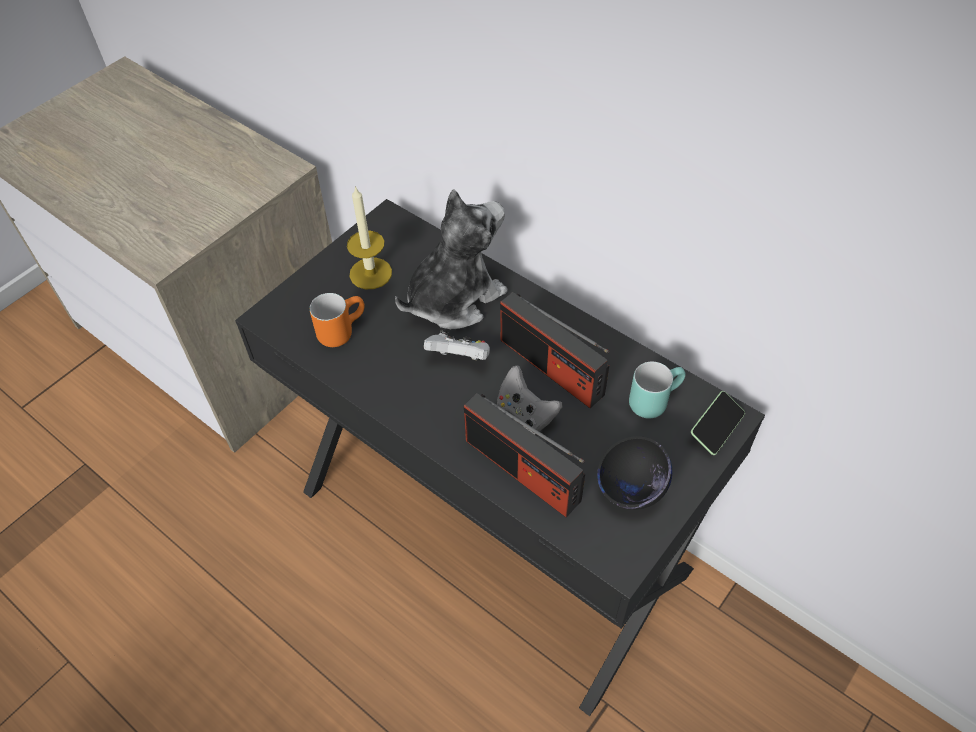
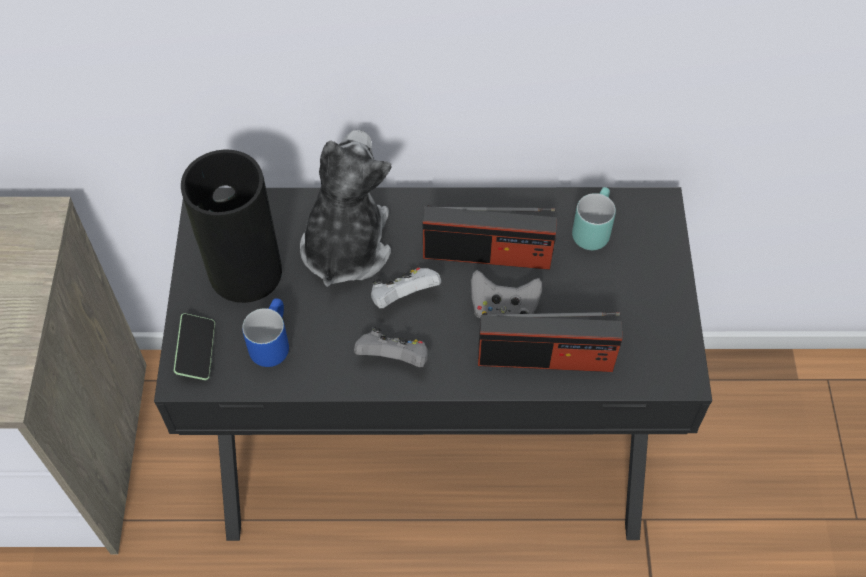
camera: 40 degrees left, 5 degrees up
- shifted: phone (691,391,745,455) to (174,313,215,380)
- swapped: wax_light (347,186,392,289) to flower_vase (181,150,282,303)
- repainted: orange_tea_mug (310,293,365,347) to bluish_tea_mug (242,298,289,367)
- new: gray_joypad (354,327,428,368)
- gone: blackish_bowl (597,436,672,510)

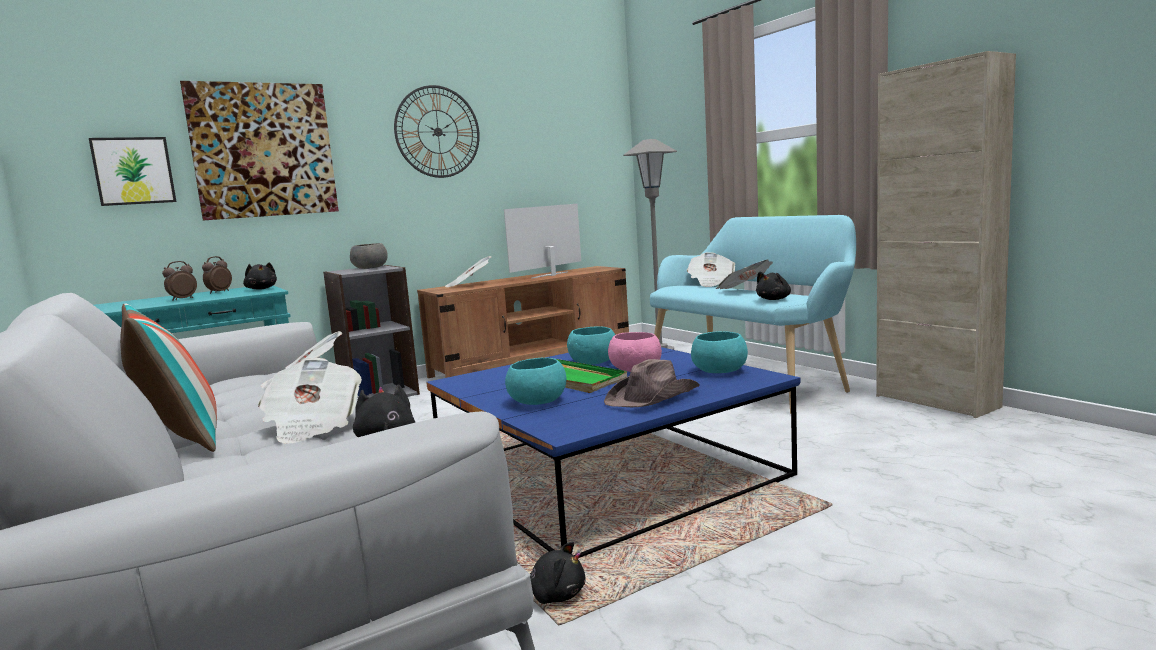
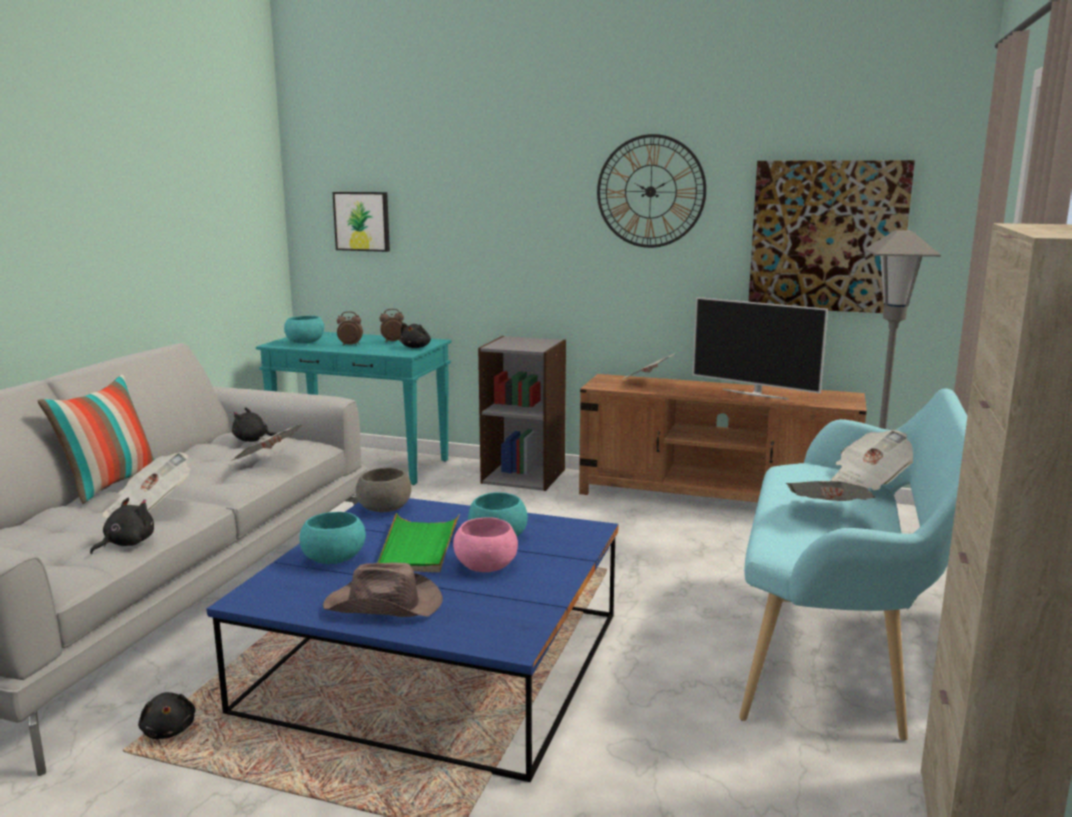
camera: 50 degrees right, 5 degrees up
- shifted: blackish_plush_toy (756,271,791,300) to (232,407,277,442)
- shifted: turquoise-coloured_bowl (691,331,748,373) to (284,316,324,343)
- shifted: gray_bowl (350,243,388,269) to (356,468,411,512)
- rotated: TV (504,204,581,279) = (692,297,828,400) 150 degrees counterclockwise
- shifted: picture (180,81,339,220) to (748,160,915,313)

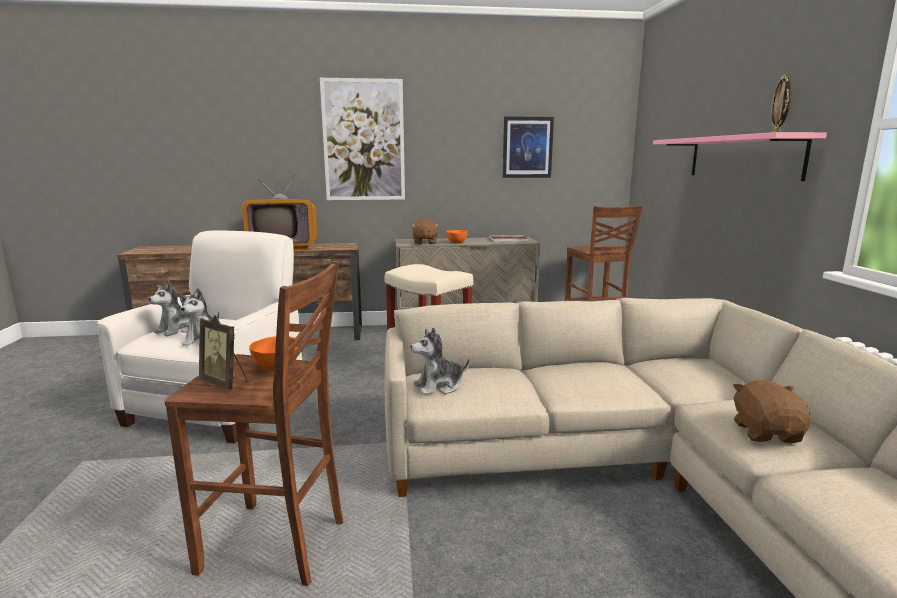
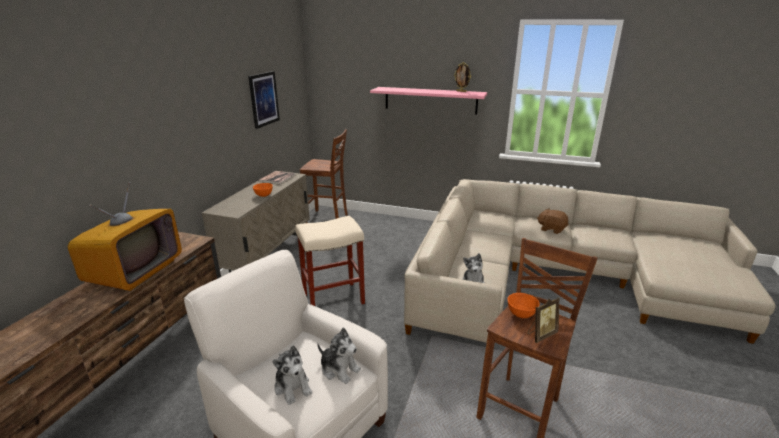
camera: 65 degrees left, 10 degrees up
- gone: picture (320,78,405,200)
- gone: brownish_plush_toy (411,219,439,245)

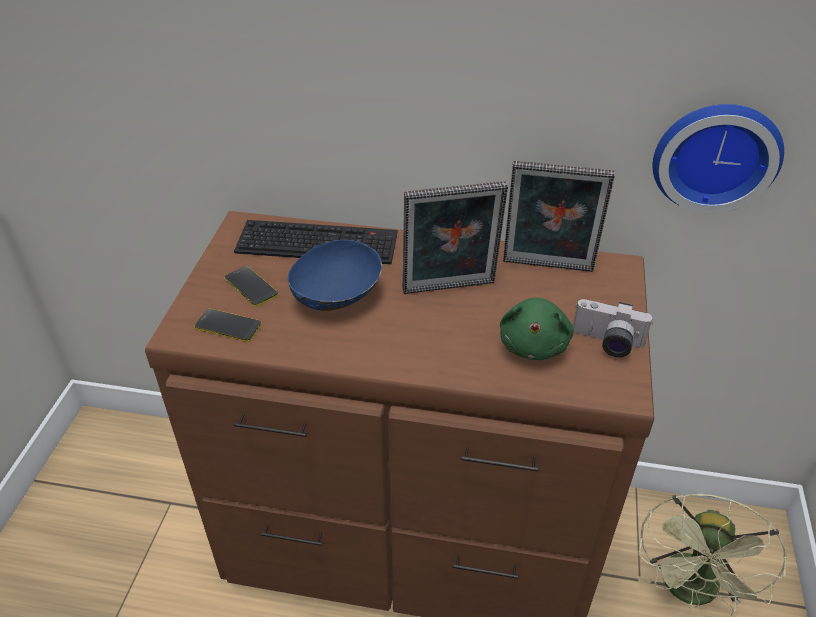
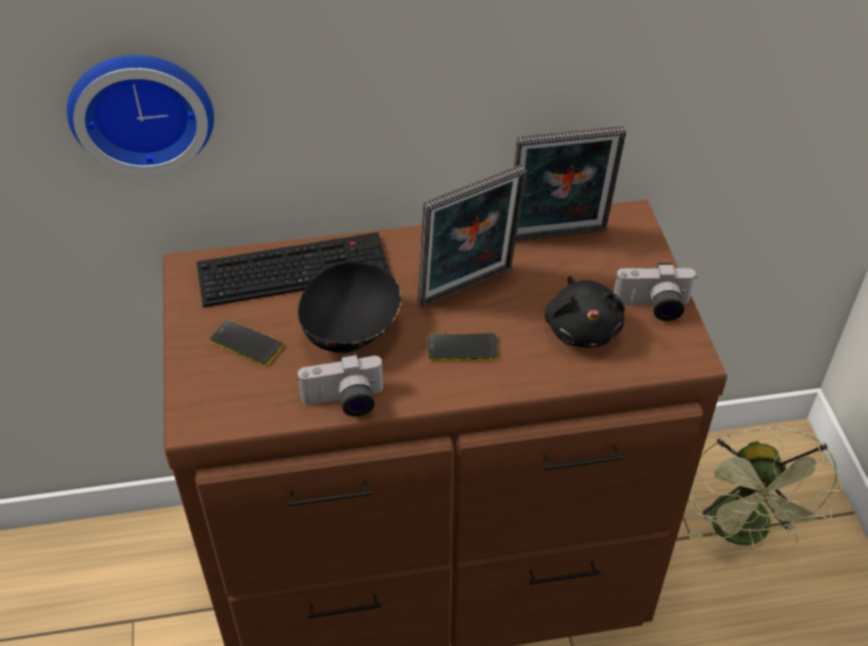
camera: 20 degrees left, 5 degrees up
- shifted: hanging_clock (653,104,784,213) to (67,55,214,175)
- new: still_camera (297,353,384,417)
- repainted: bluish_bowl (287,240,382,311) to blackish_bowl (298,261,401,353)
- shifted: phone (195,309,262,342) to (428,333,498,361)
- repainted: green_plush_toy (500,298,574,360) to blackish_plush_toy (545,276,625,348)

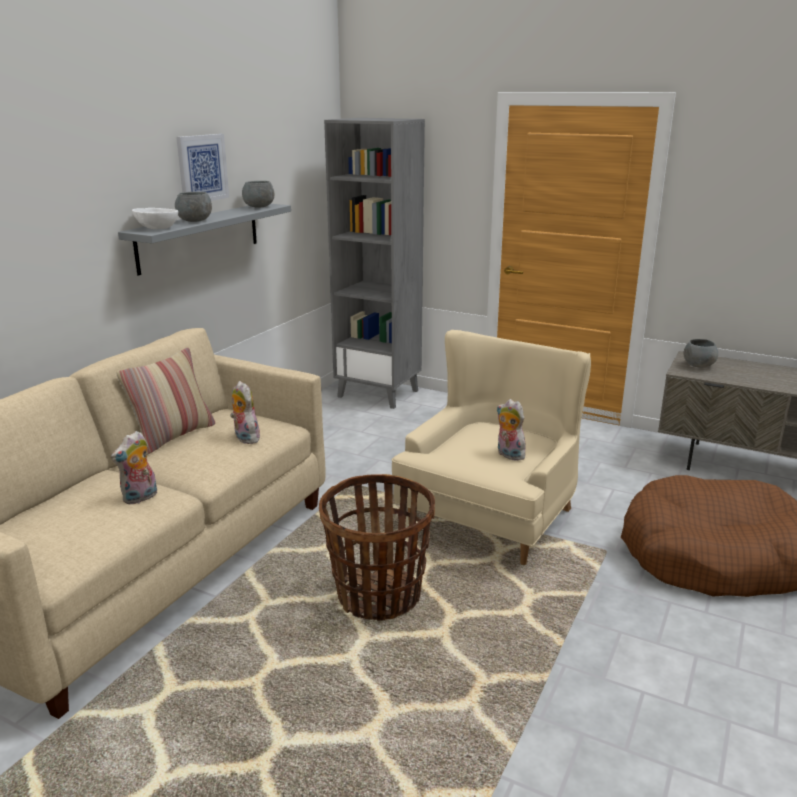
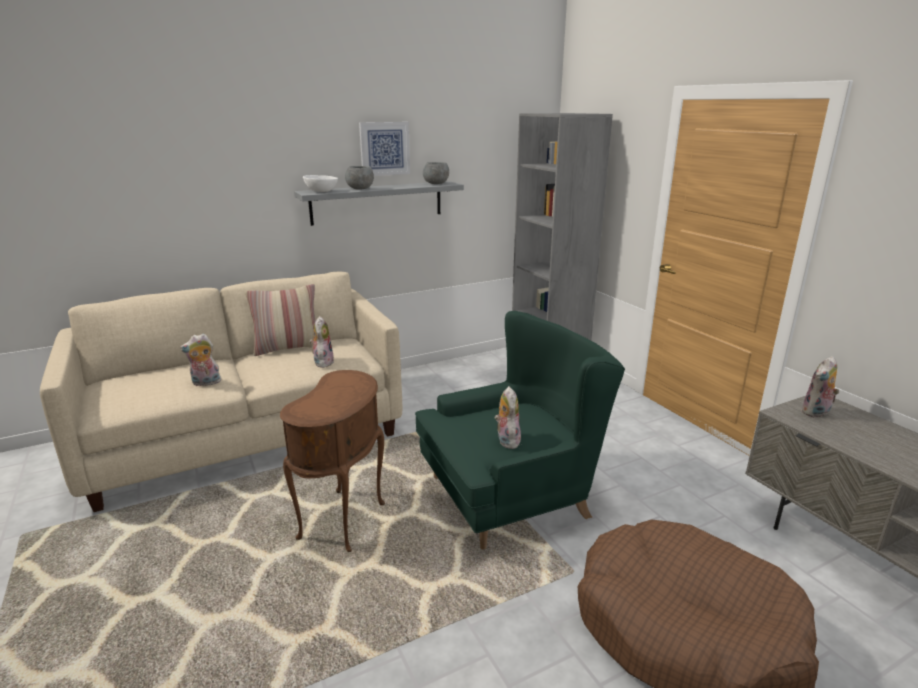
camera: 35 degrees right, 0 degrees up
- swapped: household_basket (319,474,435,621) to brownish_side_table (280,370,385,552)
- repainted: sand-coloured_armchair (391,330,591,565) to green_armchair (415,311,625,549)
- swapped: gray_bowl (683,339,718,368) to plush_toy (801,356,839,418)

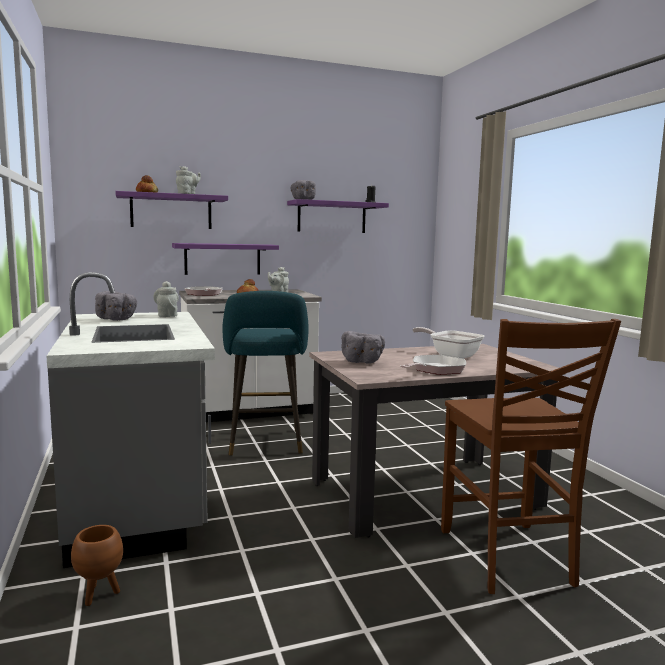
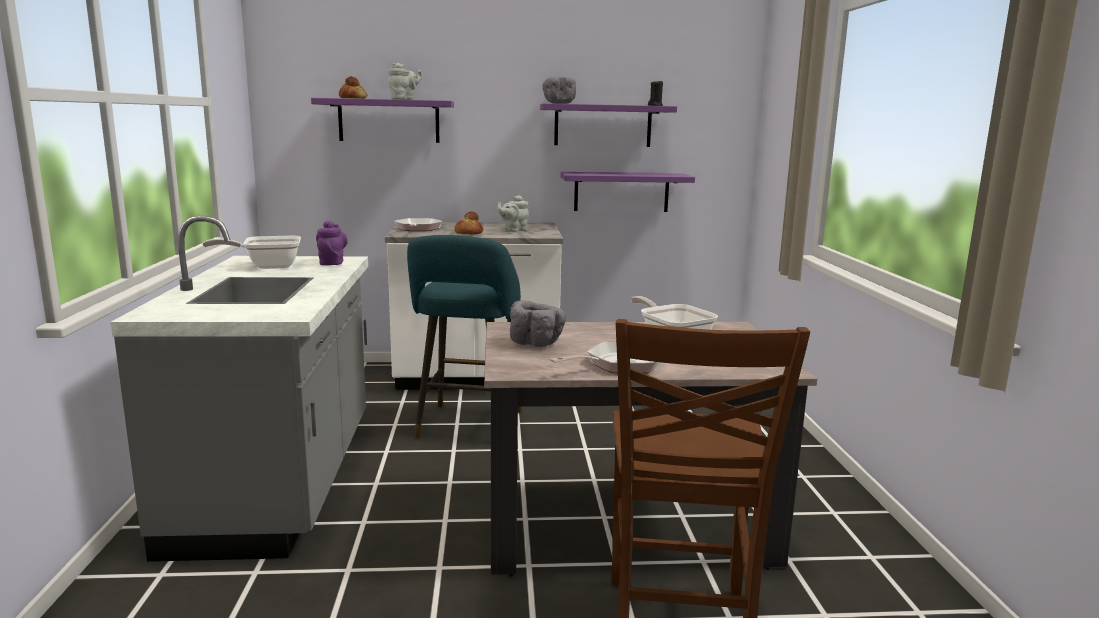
camera: 15 degrees right, 5 degrees up
- swapped: gray_bowl (95,291,137,321) to frying_pan (203,236,301,269)
- repainted: gray_pot_for_tea (154,281,179,317) to purple-coloured_pot_for_tea (316,220,348,265)
- shifted: purple-coloured_wall_shelf (172,243,279,275) to (561,172,695,212)
- gone: brownish_plant_pot (71,525,123,606)

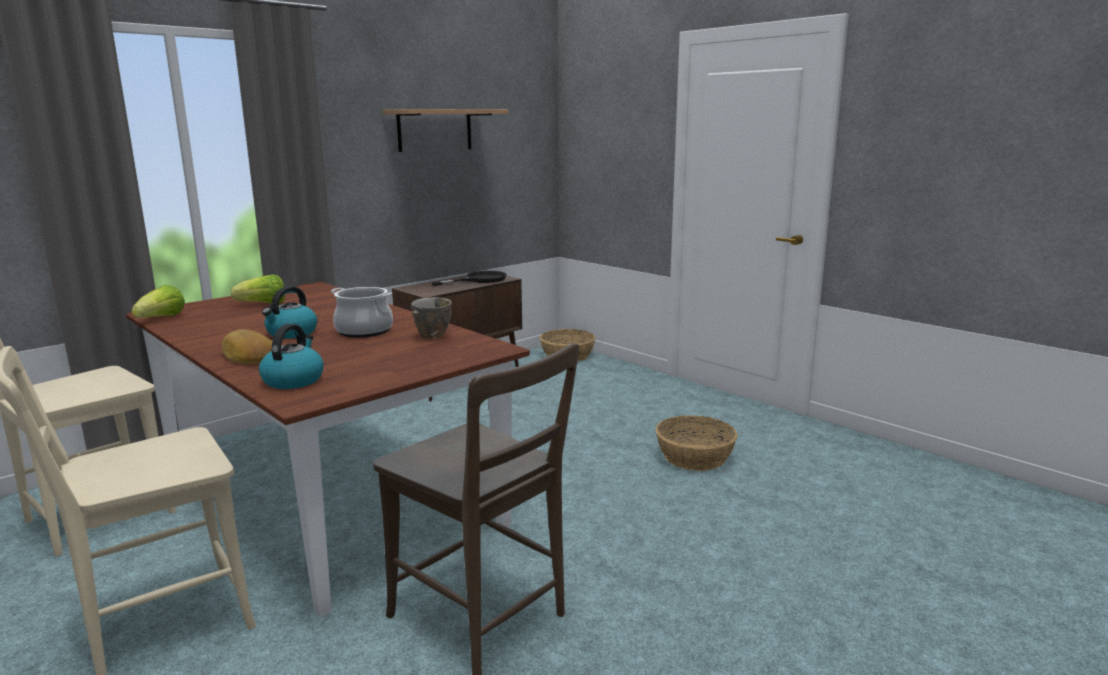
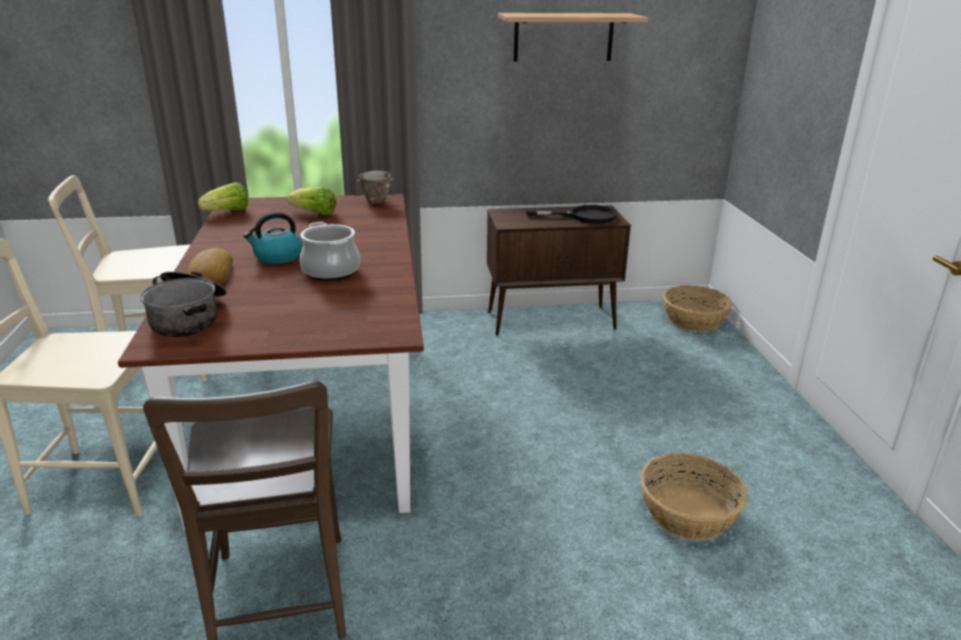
camera: 35 degrees right, 10 degrees up
- swapped: water_kettle (259,324,324,389) to saucepot (140,272,227,337)
- shifted: bowl (411,297,452,339) to (357,171,393,203)

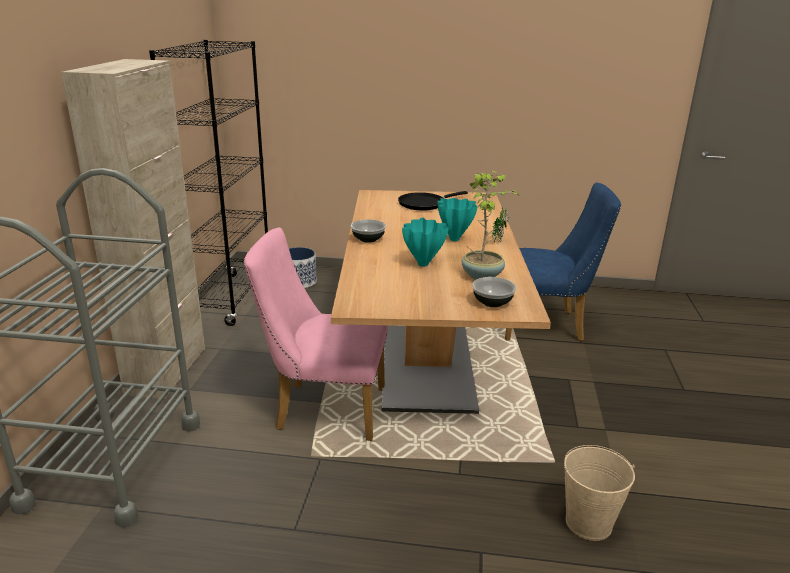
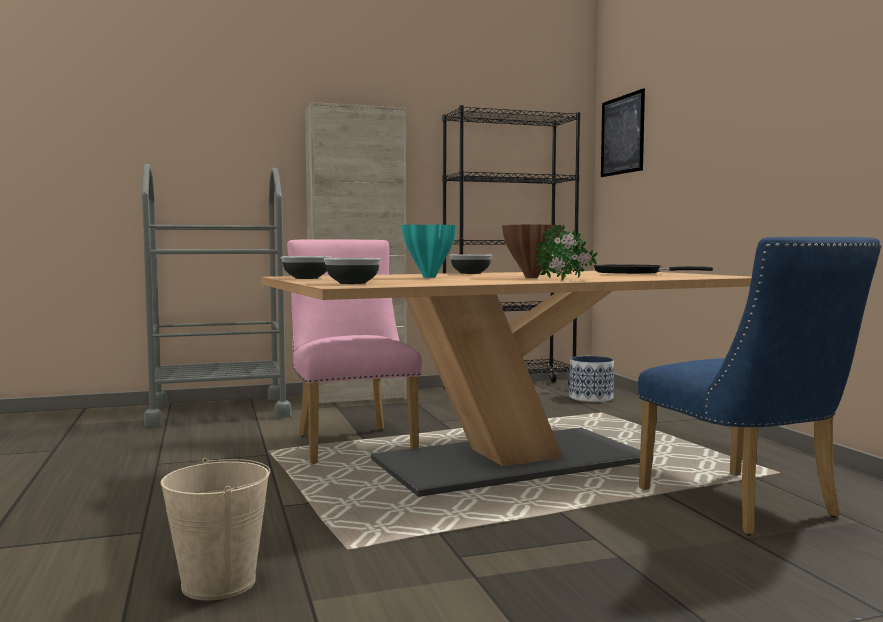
camera: 65 degrees right, 20 degrees down
- new: bowl (281,256,331,279)
- repainted: turquoise-coloured_flower_vase (438,198,478,241) to brownish_flower_vase (502,224,562,278)
- new: picture (601,89,645,177)
- gone: plant_in_a_pot (462,171,521,280)

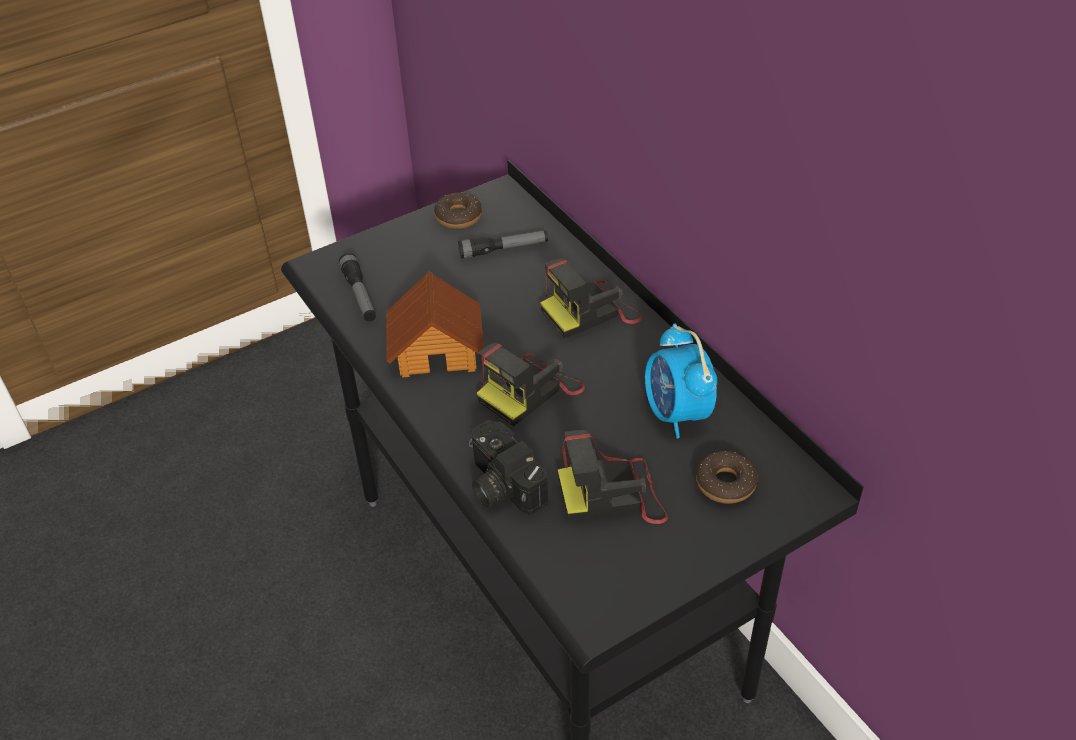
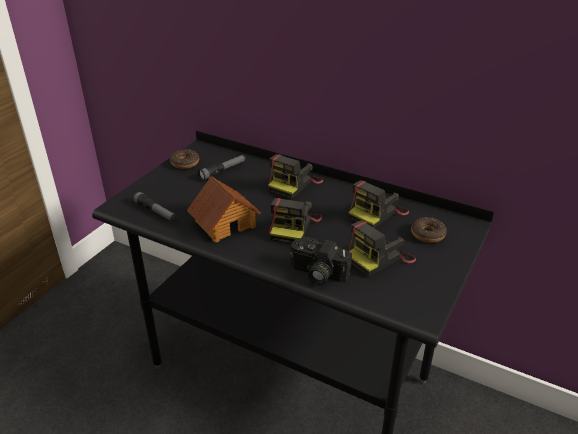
camera: 30 degrees left, 10 degrees down
- swapped: bedside_clock (645,323,717,439) to still_camera (349,180,409,228)

